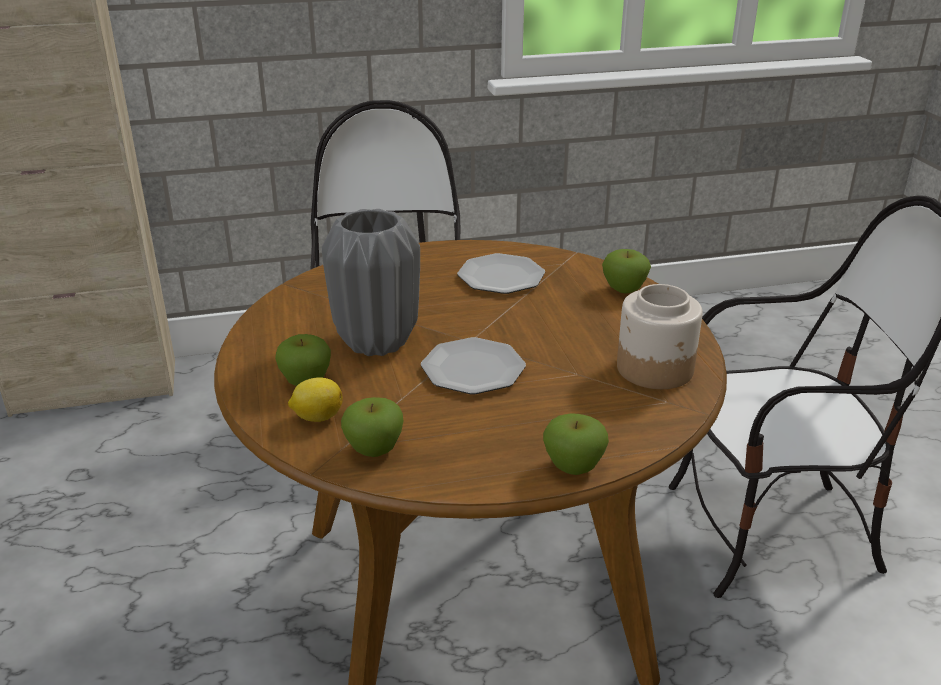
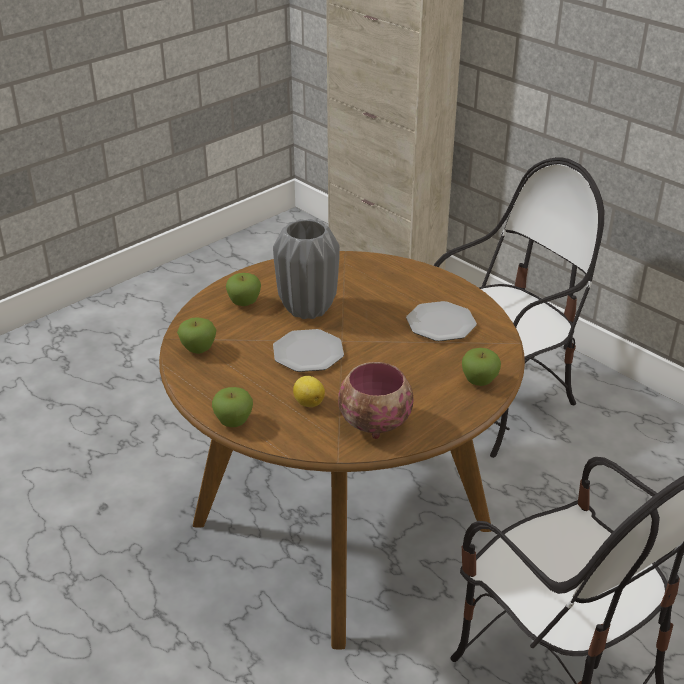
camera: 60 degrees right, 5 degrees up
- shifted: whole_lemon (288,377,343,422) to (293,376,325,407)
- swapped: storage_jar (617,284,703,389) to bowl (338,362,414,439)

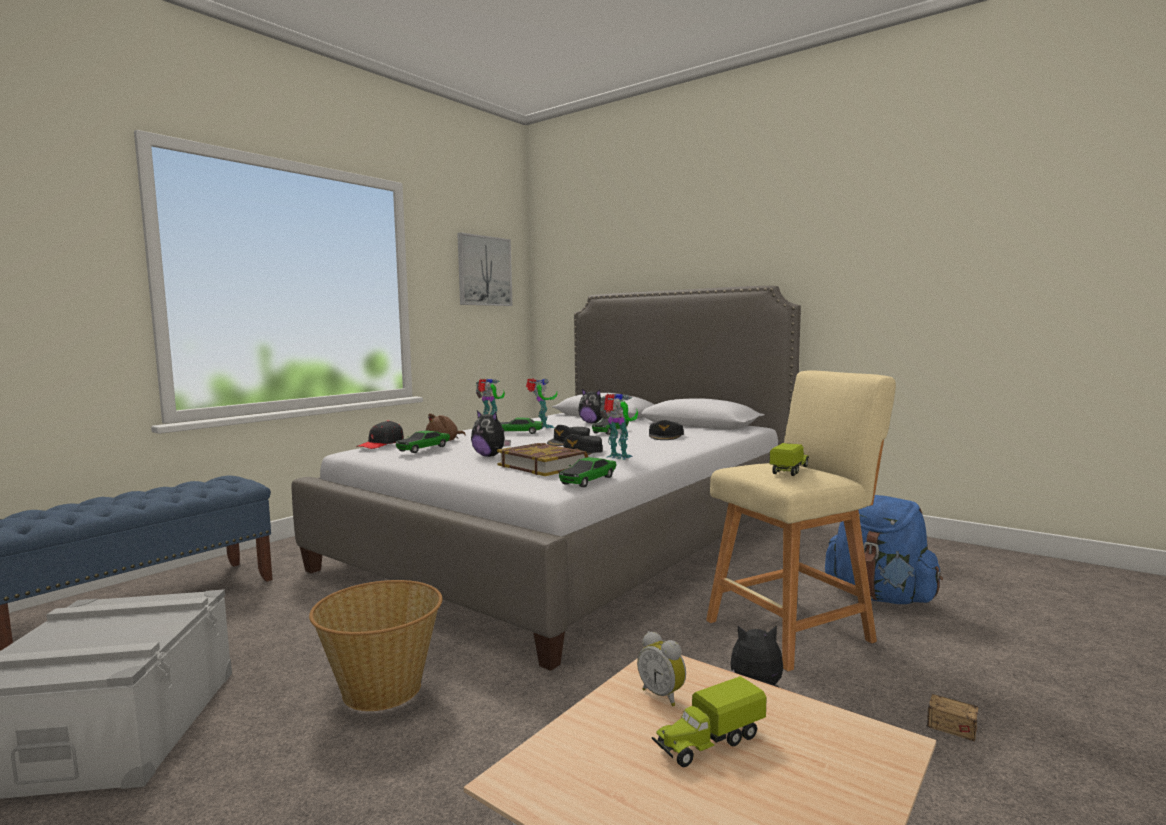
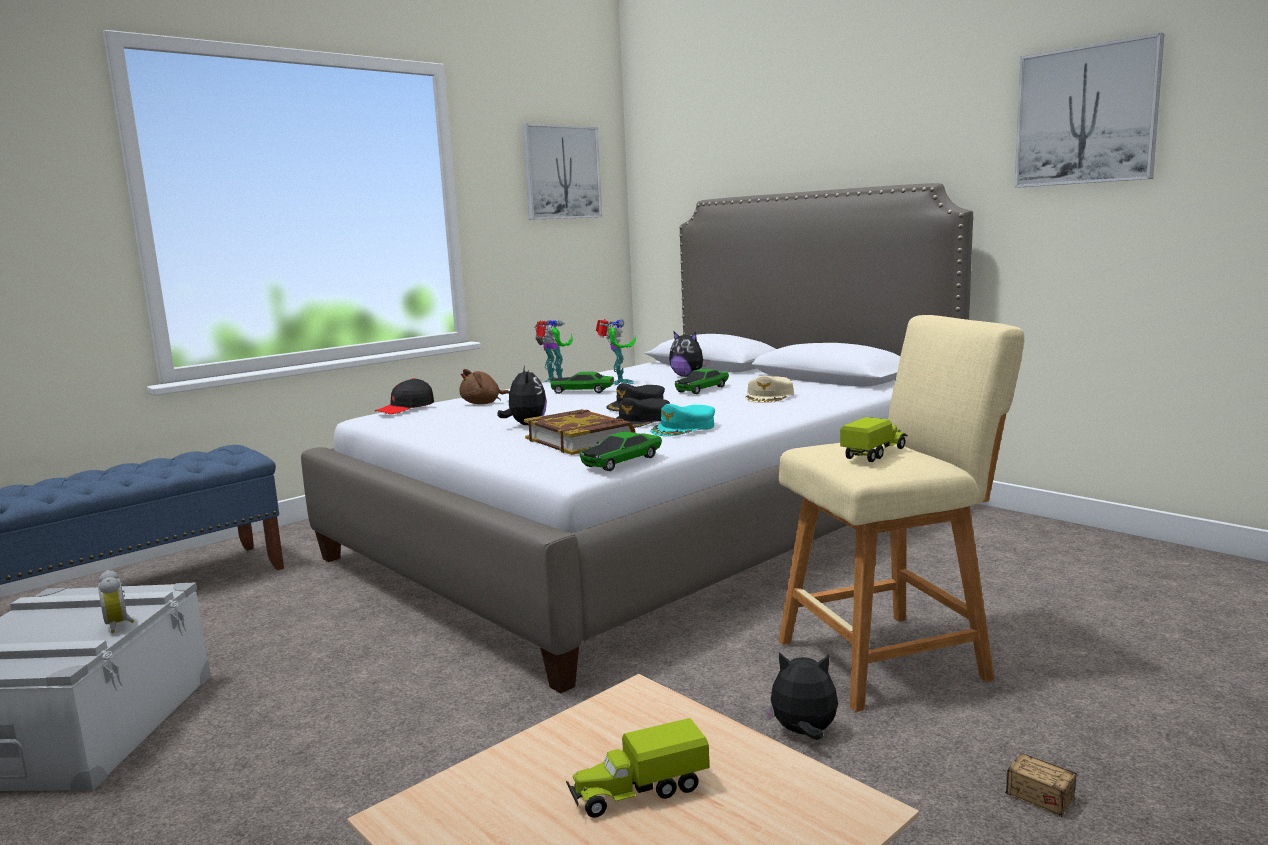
camera: 10 degrees right, 5 degrees up
- shifted: bedside_clock (637,631,686,707) to (98,570,134,633)
- rotated: plush_toy (471,410,511,457) = (497,366,547,425) 150 degrees counterclockwise
- swapped: robot_figure (600,394,638,460) to turquoise-coloured_baseball_cap (650,404,715,436)
- repainted: blackish_baseball_cap (649,420,684,440) to sand-coloured_baseball_cap (746,376,794,403)
- new: picture (1014,33,1164,188)
- gone: household_basket (309,580,442,711)
- gone: miniature_car (396,430,450,453)
- gone: bluish_knapsack (825,495,943,604)

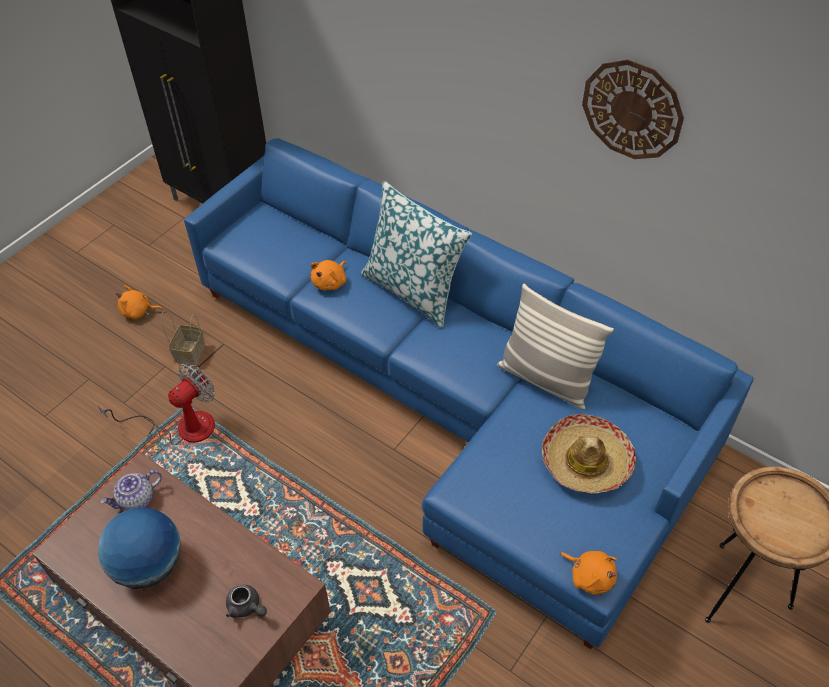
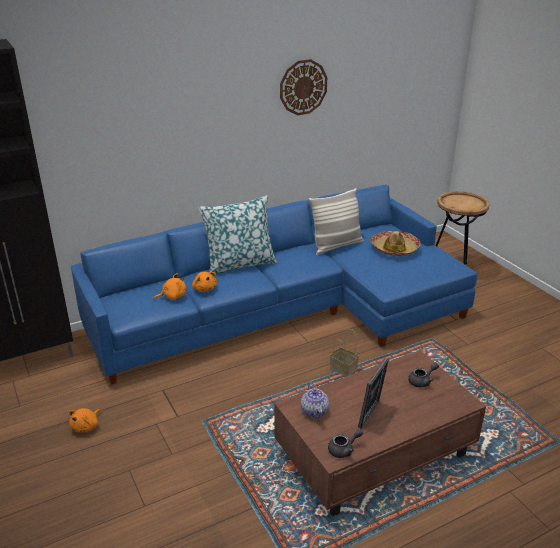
camera: 65 degrees left, 20 degrees down
- shifted: orange_plush_toy (560,551,617,595) to (153,273,186,300)
- new: gray_pot_for_tea (328,428,363,458)
- shifted: household_basket (161,310,205,365) to (330,329,359,376)
- swapped: world_globe (98,507,181,589) to photo_frame (358,357,389,429)
- gone: cooling_fan (98,363,215,446)

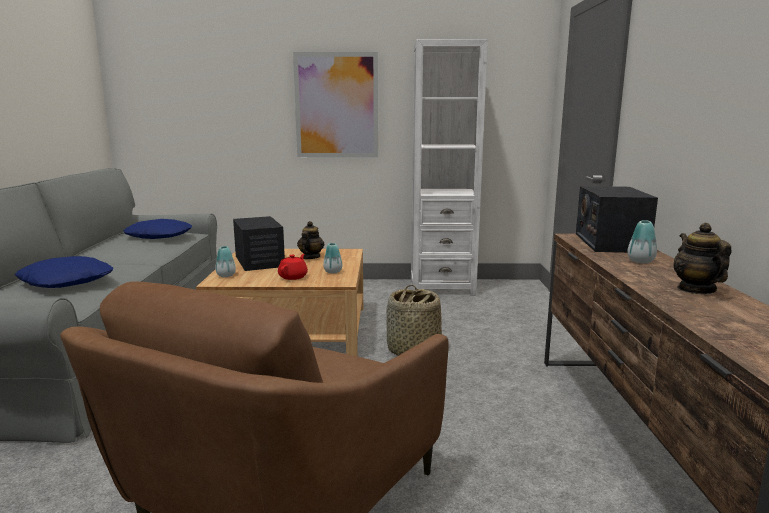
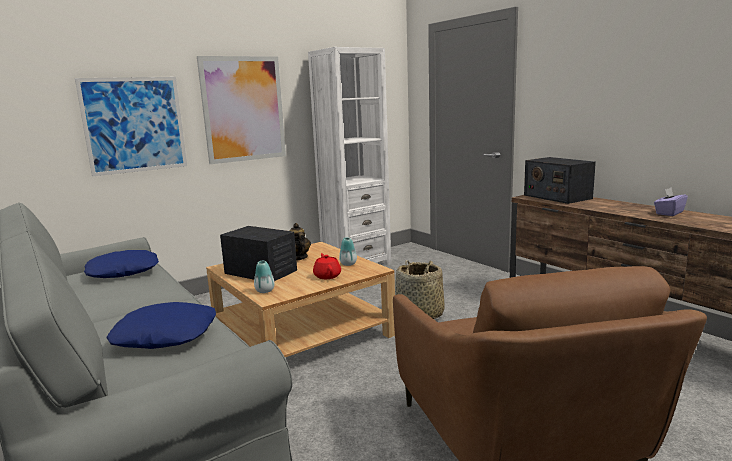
camera: 35 degrees left, 0 degrees up
- new: picture (75,77,187,176)
- swapped: pot_for_tea (673,223,731,294) to purple-coloured_box_of_tissues (654,187,688,216)
- gone: flower_vase (627,220,657,263)

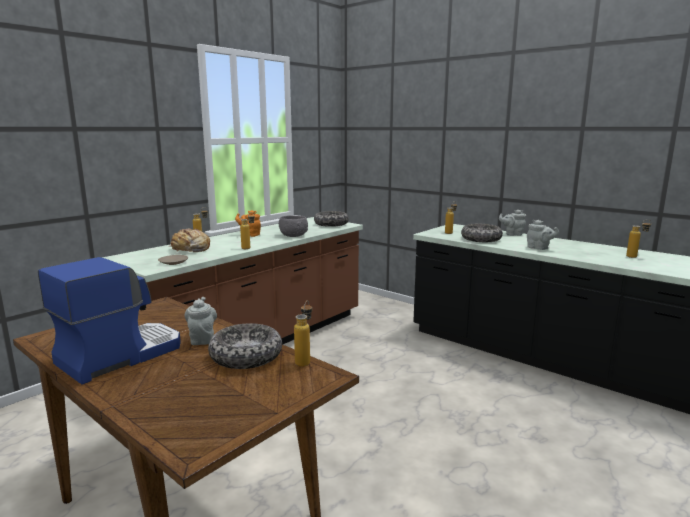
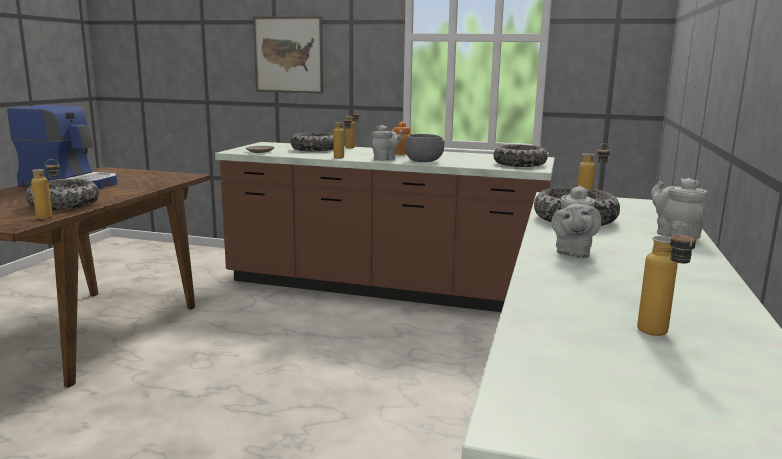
camera: 65 degrees right, 0 degrees up
- new: picture (253,16,323,94)
- swapped: bakery_bread (169,228,210,252) to bowl (291,133,334,152)
- shifted: gray_pot_for_tea (185,297,217,345) to (372,125,402,161)

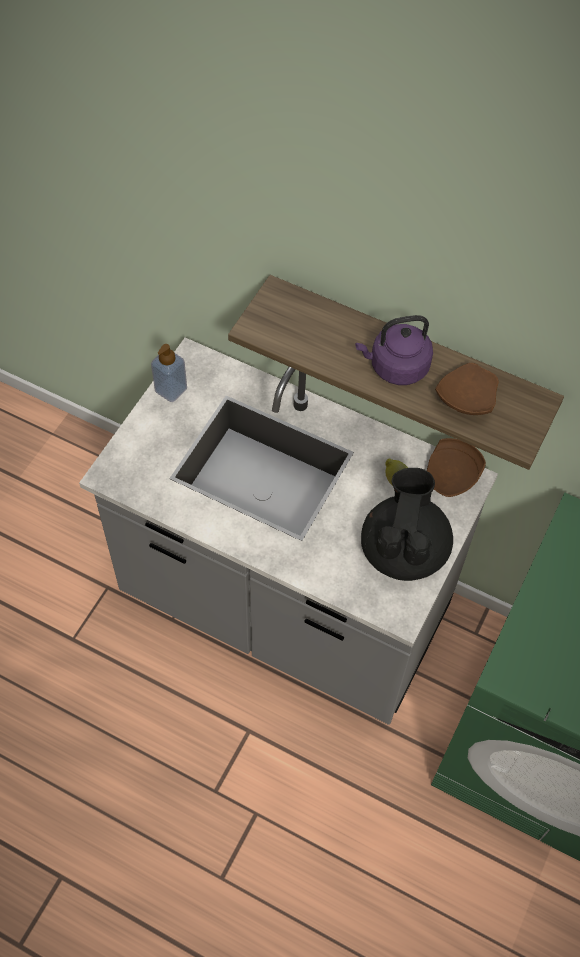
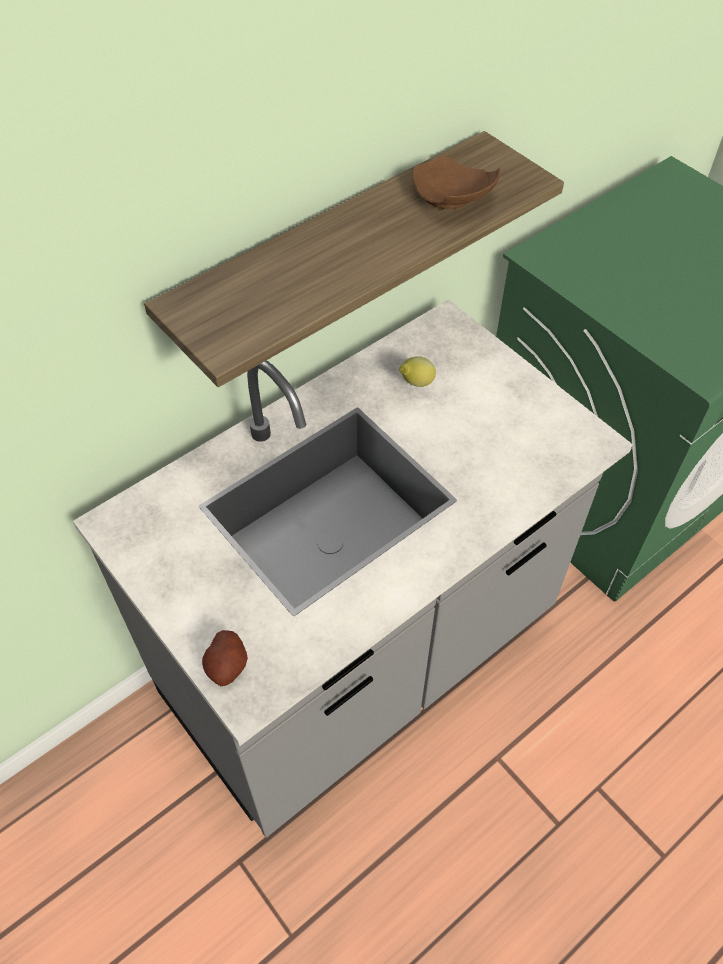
camera: 65 degrees left, 5 degrees down
- new: spud (202,630,248,686)
- gone: soap_dispenser (151,344,187,402)
- gone: purple-coloured_water_kettle (355,315,433,385)
- gone: blackish_pot_for_tea (361,468,453,581)
- gone: brownish_plate (427,438,486,497)

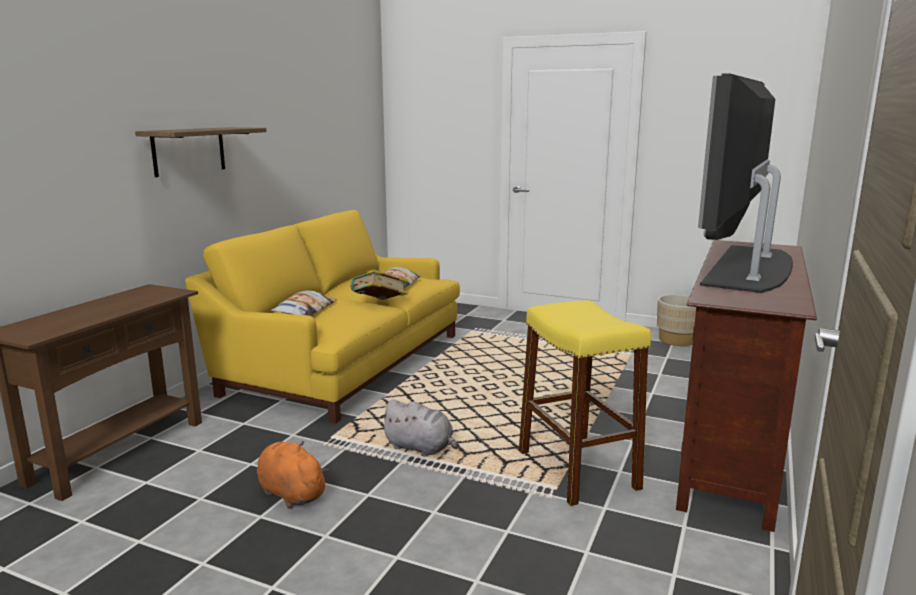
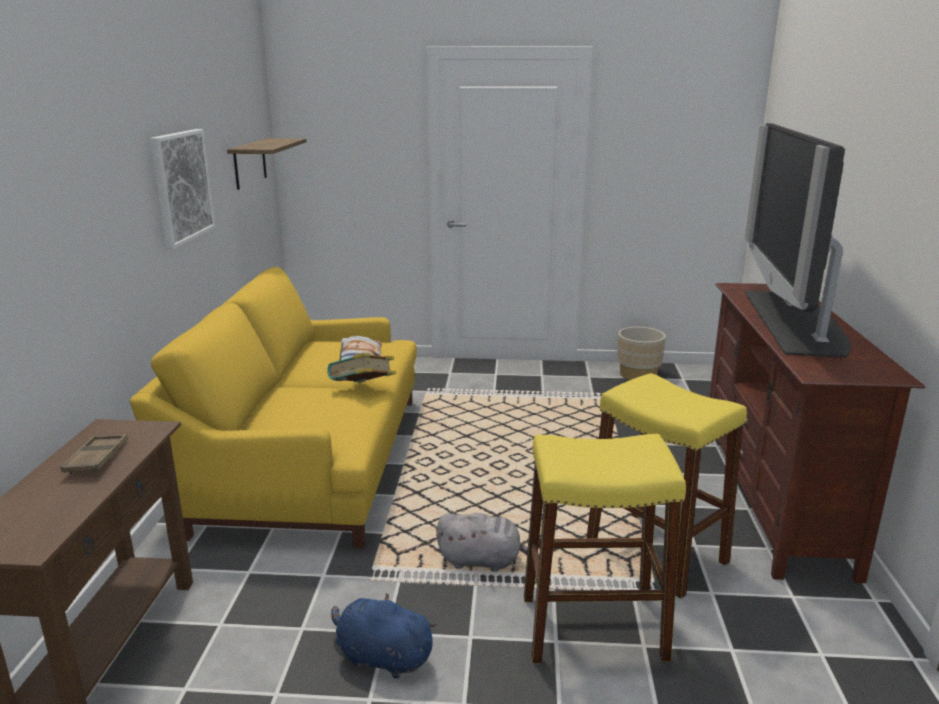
camera: 20 degrees left, 5 degrees up
- new: brownish_carrying_tray (61,434,128,474)
- new: picture (150,129,215,249)
- shifted: wall_shelf (135,127,267,177) to (227,138,307,190)
- repainted: orange_plush_toy (257,441,329,508) to bluish_plush_toy (331,593,437,679)
- new: yellowish_sitting_stool (524,434,686,663)
- gone: cushion (271,291,336,316)

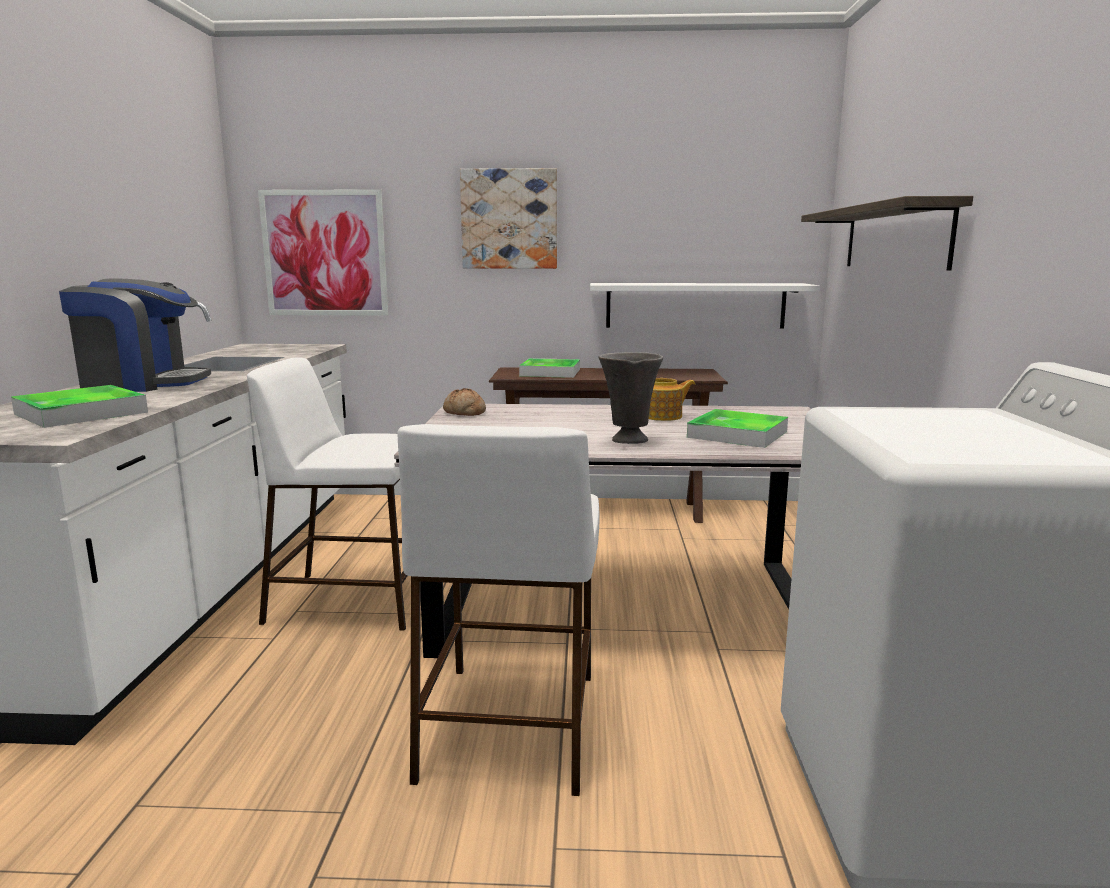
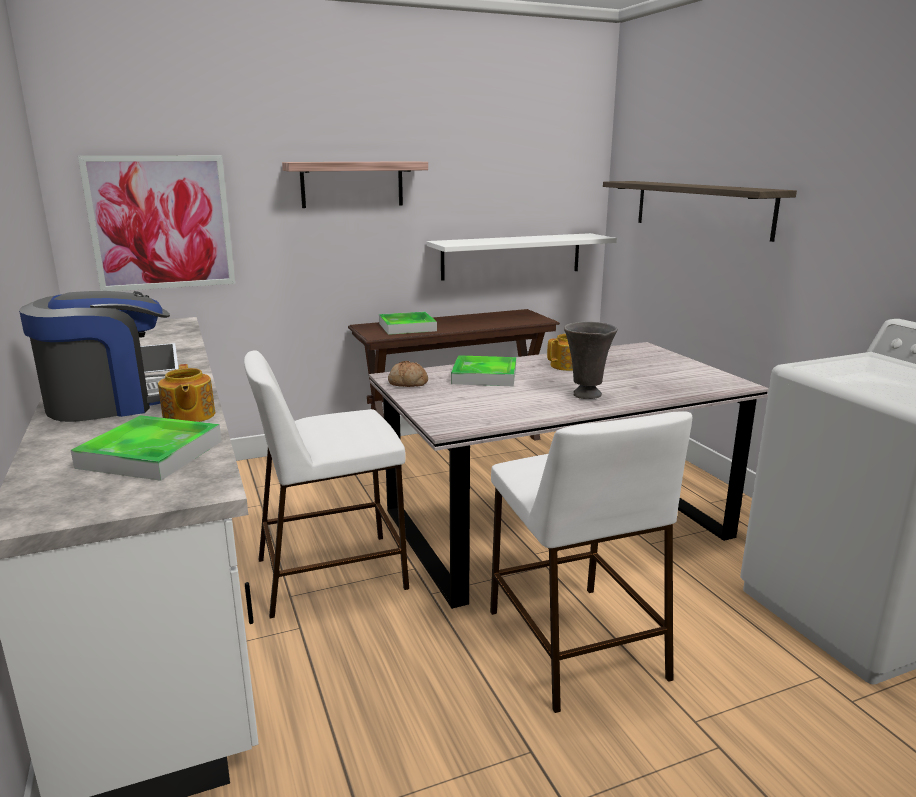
camera: 25 degrees left, 5 degrees up
- new: pot_for_tea (158,364,215,422)
- swapped: picture (460,168,557,269) to wall_shelf (282,161,428,208)
- shifted: carrying_tray (687,409,788,448) to (451,355,516,386)

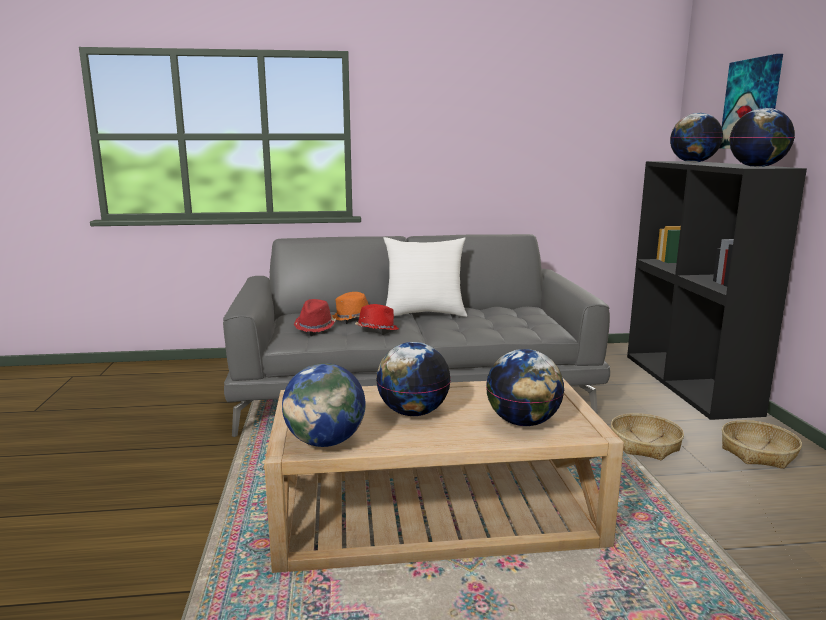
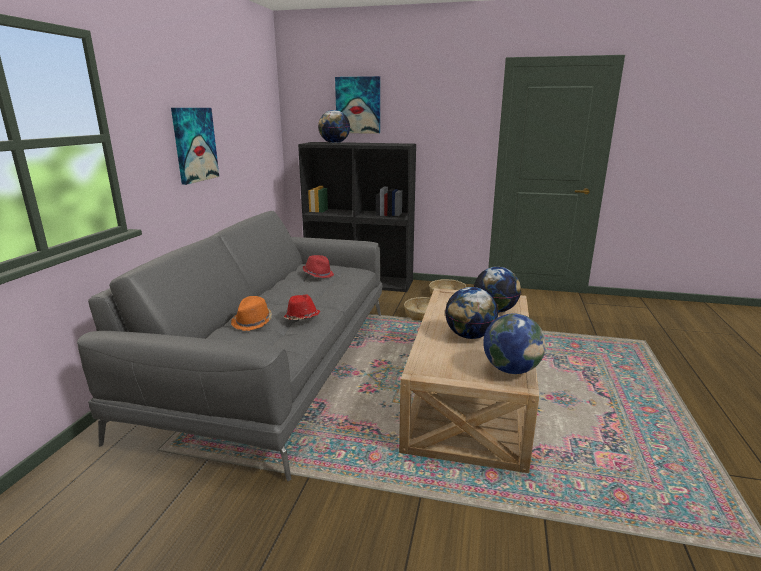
camera: 70 degrees left, 5 degrees up
- new: picture (171,108,219,185)
- shifted: reddish_clothing_hat (294,299,336,332) to (302,255,334,278)
- gone: white-coloured_cushion (383,237,467,317)
- gone: world_globe (730,108,795,167)

